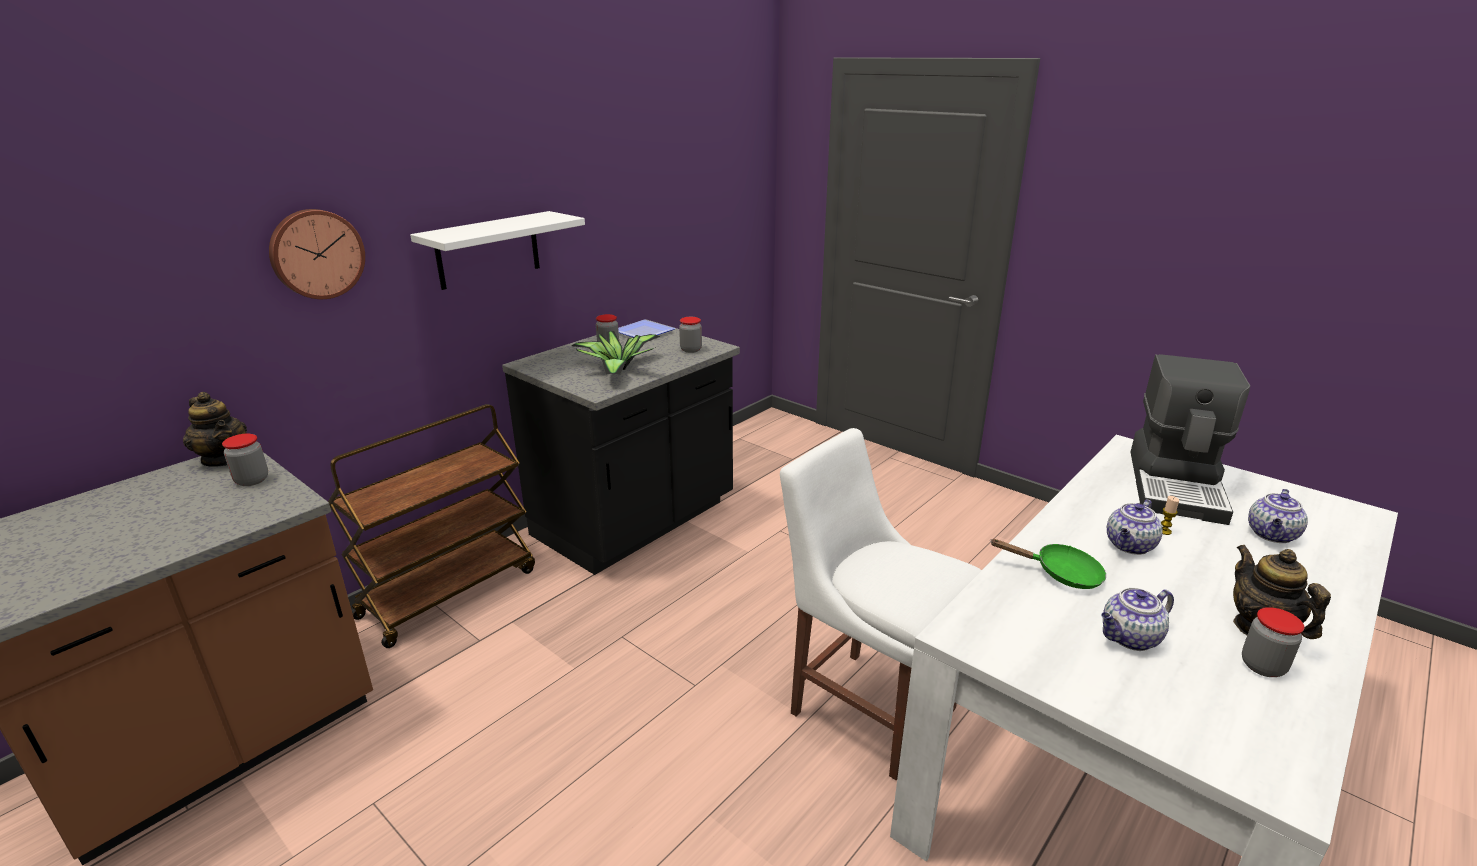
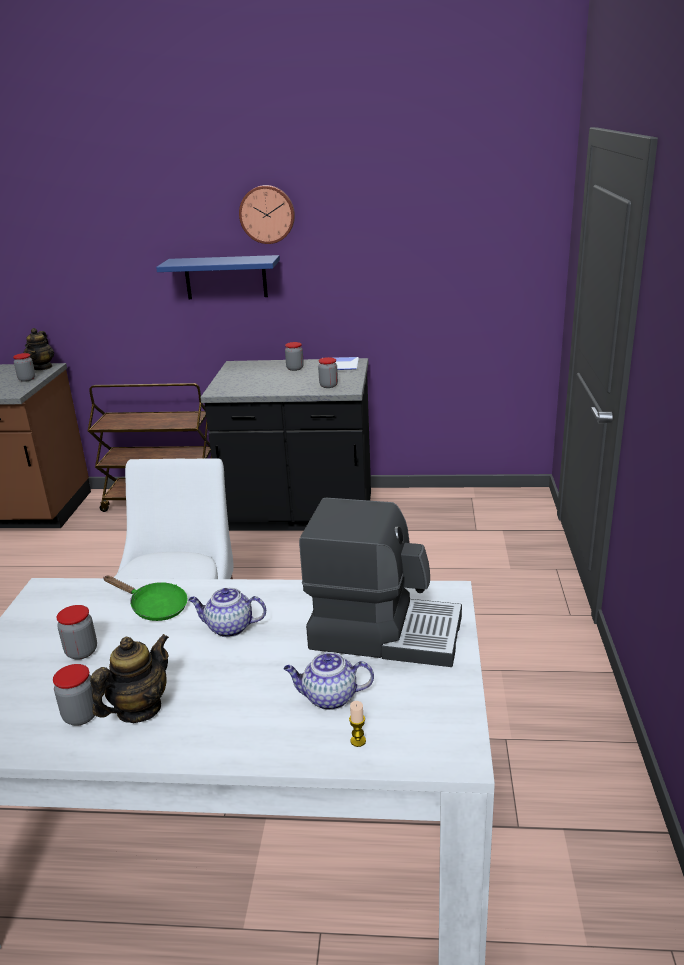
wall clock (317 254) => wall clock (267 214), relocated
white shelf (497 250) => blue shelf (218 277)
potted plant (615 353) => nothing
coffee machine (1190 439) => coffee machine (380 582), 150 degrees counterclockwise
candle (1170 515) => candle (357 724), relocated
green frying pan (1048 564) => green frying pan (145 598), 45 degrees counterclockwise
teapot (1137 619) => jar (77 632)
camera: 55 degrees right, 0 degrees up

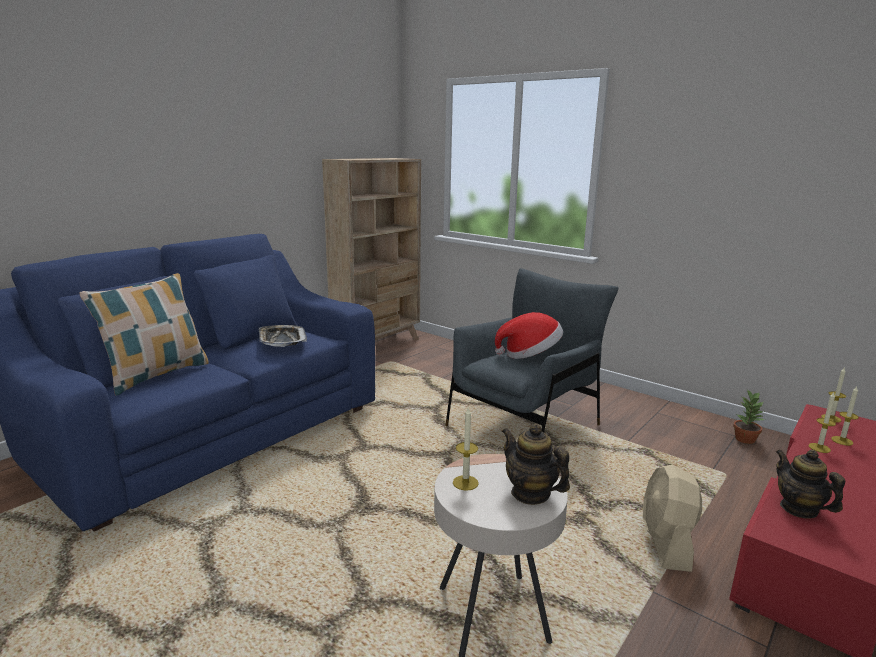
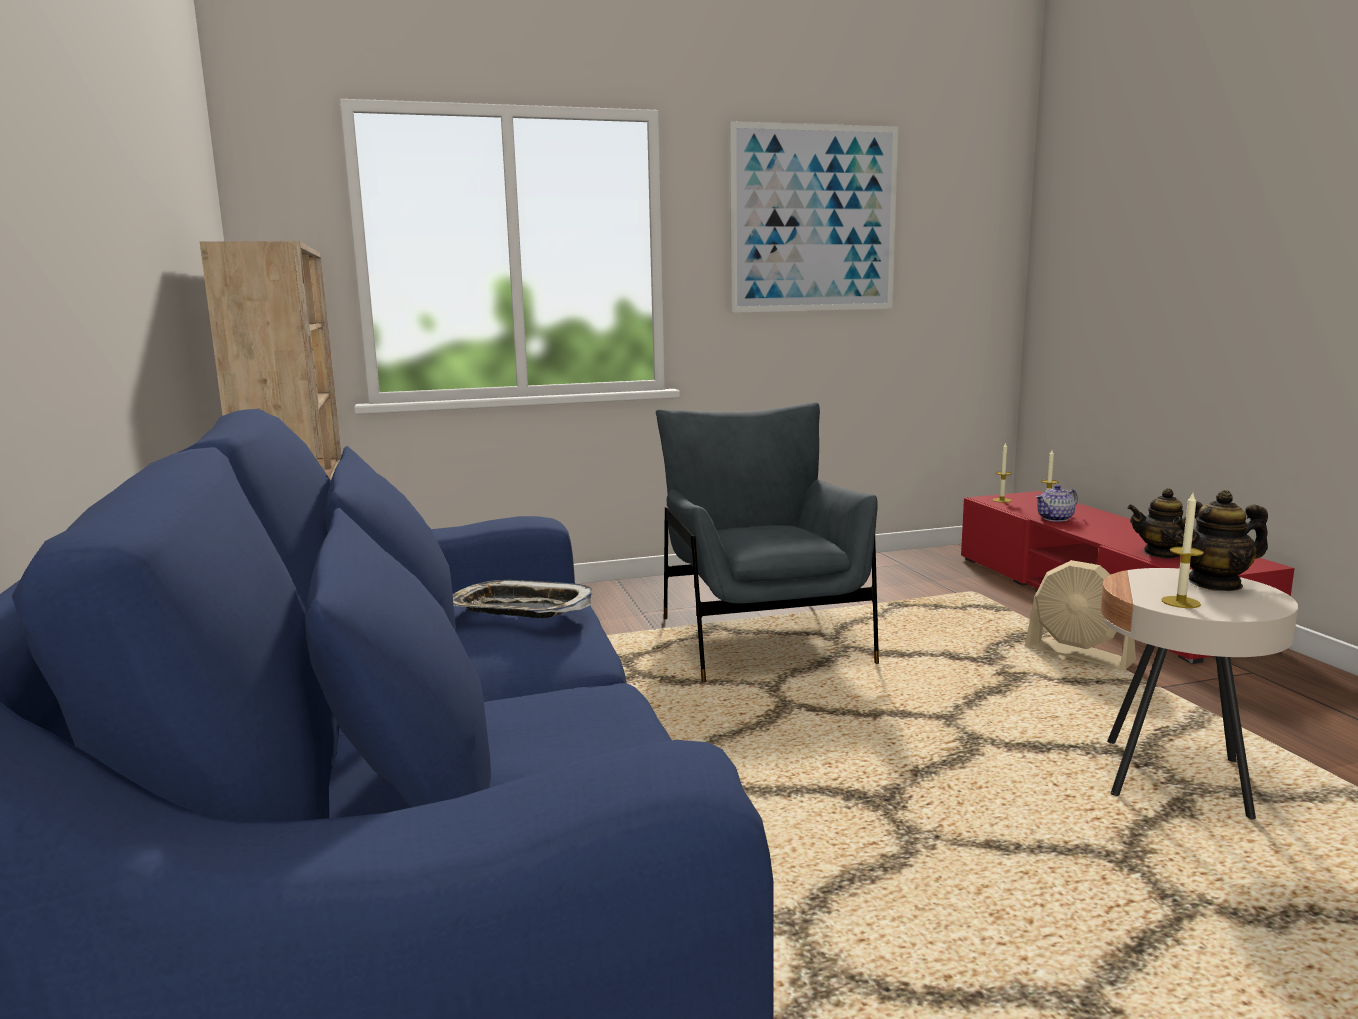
pillow (144 334) => nothing
hat (529 335) => nothing
potted plant (749 417) => nothing
candle (822 422) => teapot (1056 503)
nothing => picture (814 217)
camera: 55 degrees left, 5 degrees down

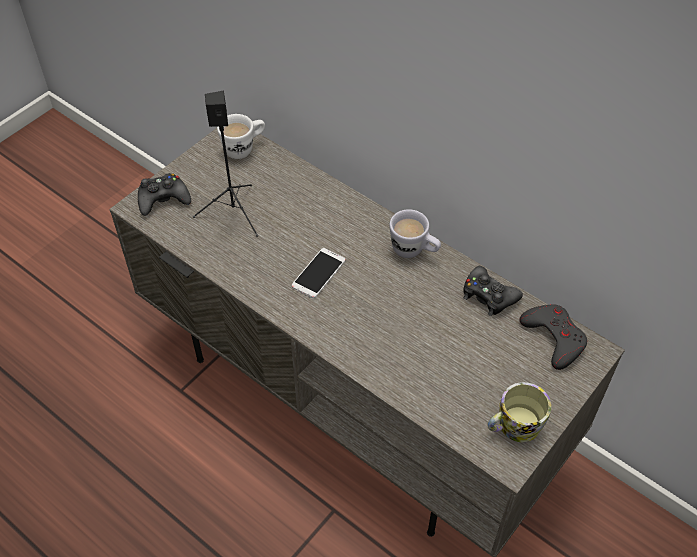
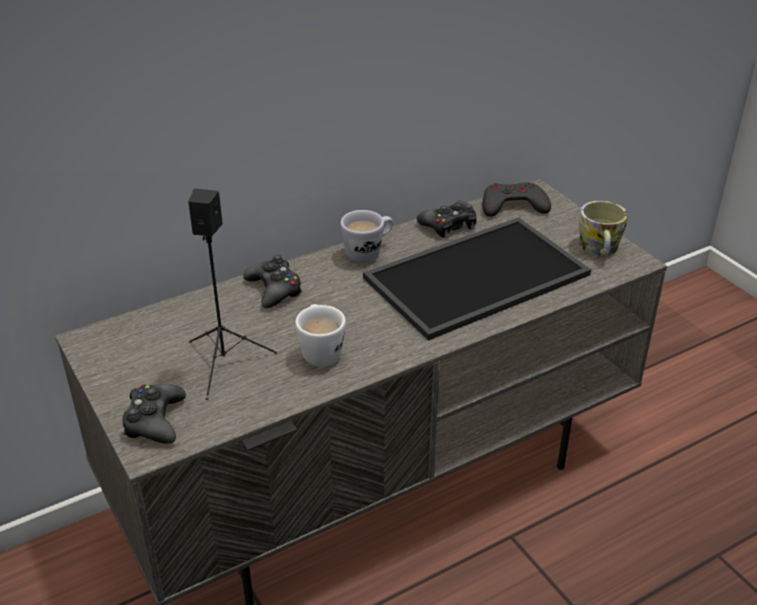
white mug (241 136) => white mug (320 335), relocated
phone (318 273) => nothing
nothing => tray (477 279)
nothing => black game controller (272 281)
camera: 70 degrees left, 15 degrees down

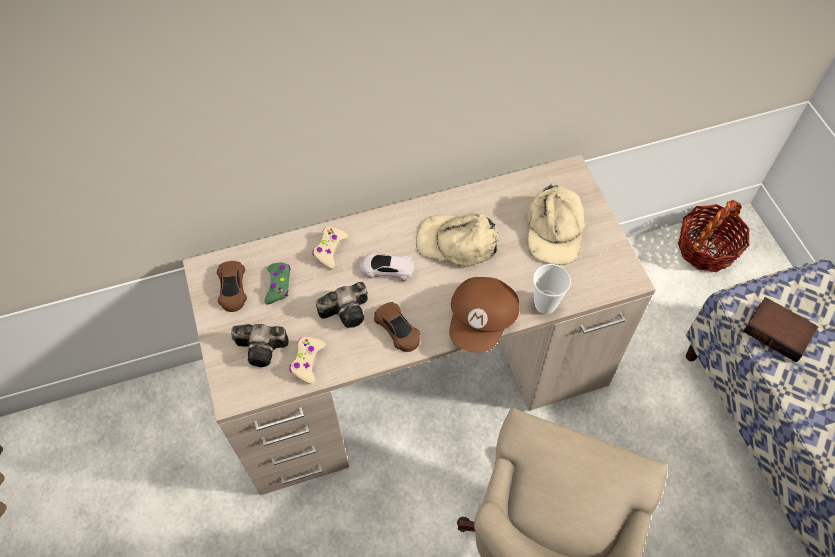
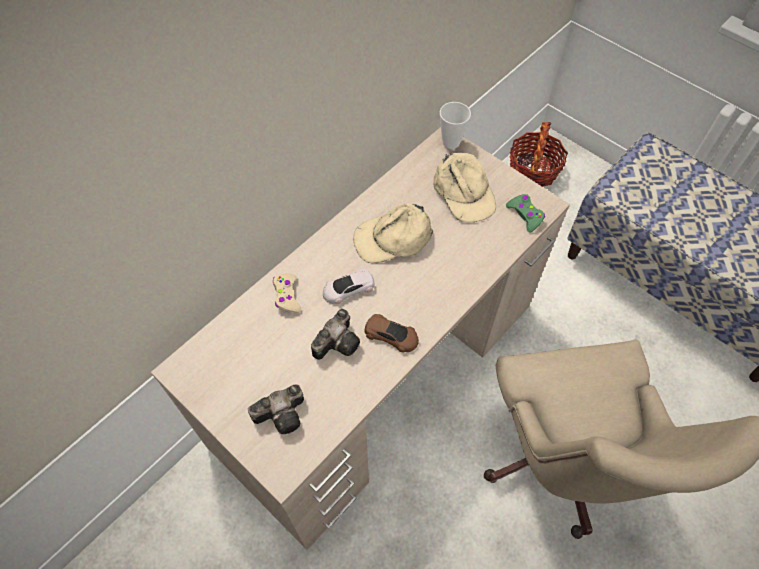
brown toy car (232 286) => nothing
green game controller (277 284) => green game controller (525 213), relocated
cup (552 289) => cup (455 125), relocated
brown cap (484 315) => nothing
book (780 329) => nothing
beige game controller (307 360) => nothing
camera: 30 degrees left, 0 degrees up

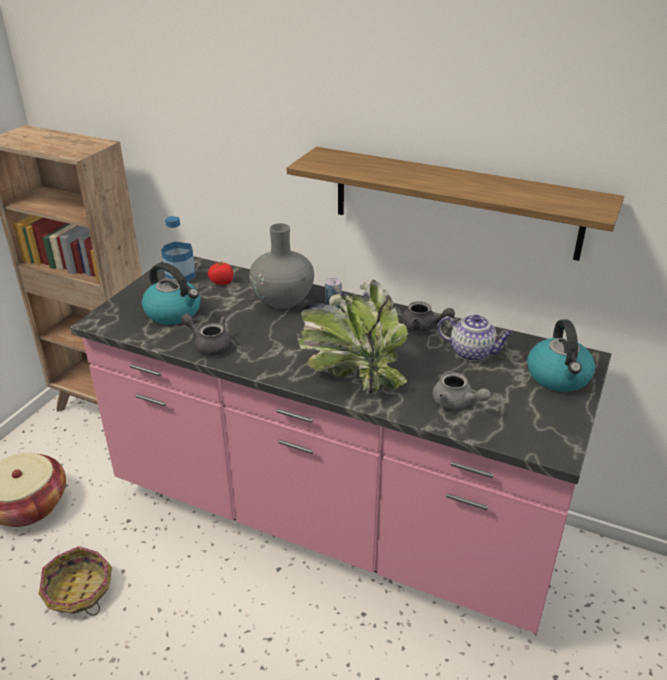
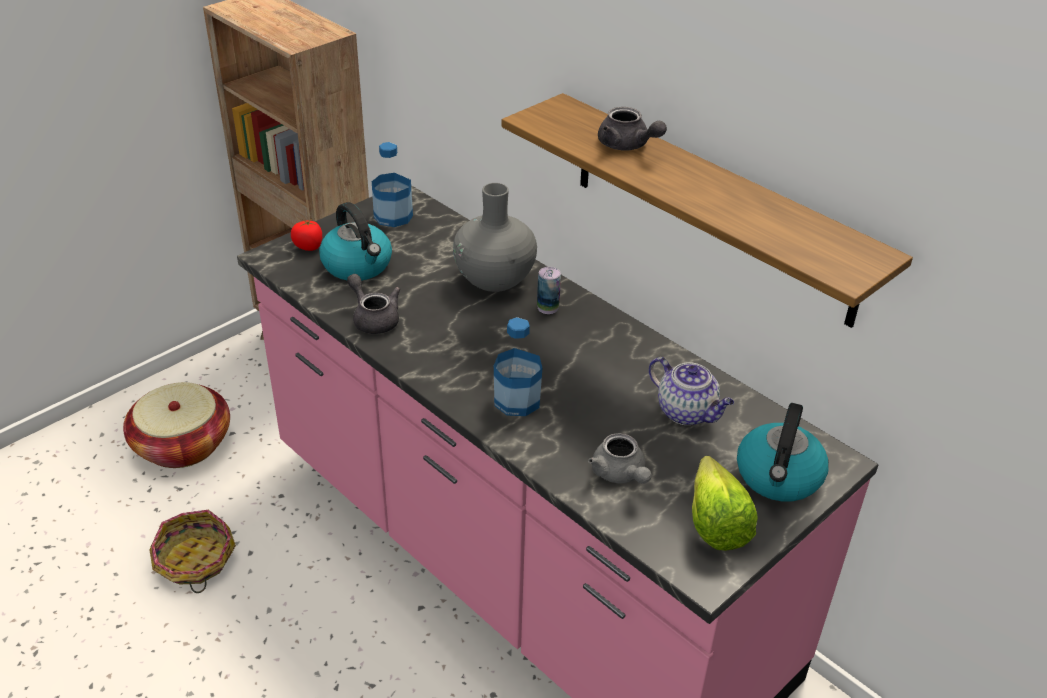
tomato (220 273) => tomato (306 235), relocated
potted plant (353 336) => bottle (518 366)
grey teapot (428 316) => grey teapot (632 129), relocated
nothing => lettuce (725 503)
camera: 20 degrees right, 5 degrees up

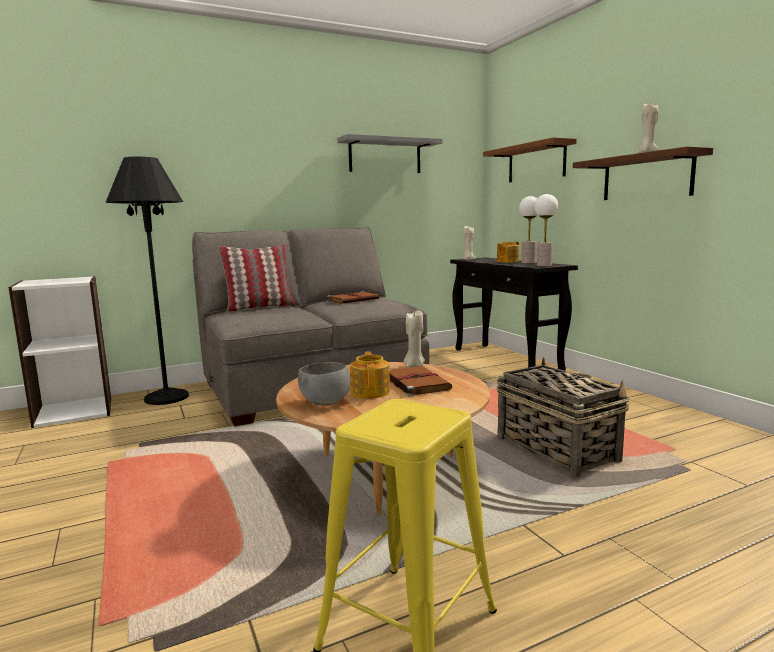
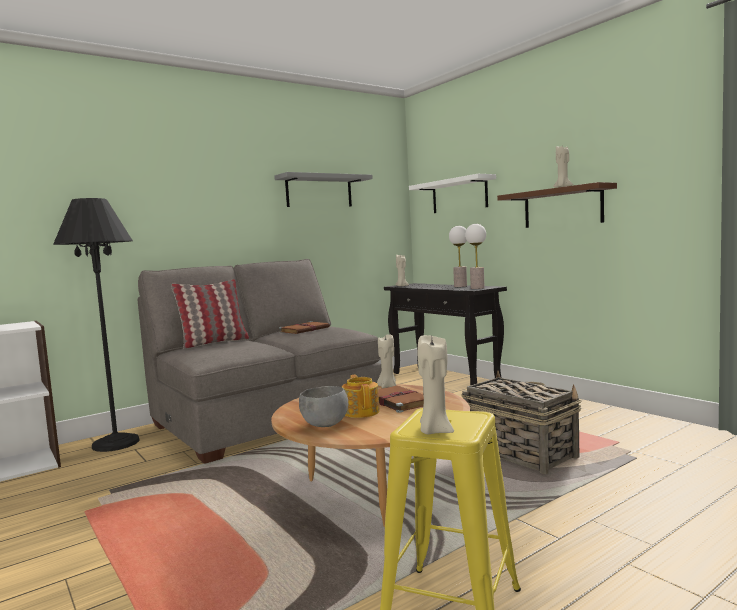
brown shelf (530 159) => white shelf (452 193)
teapot (508 252) => nothing
nothing => beige candle (436 384)
camera: 10 degrees left, 5 degrees down

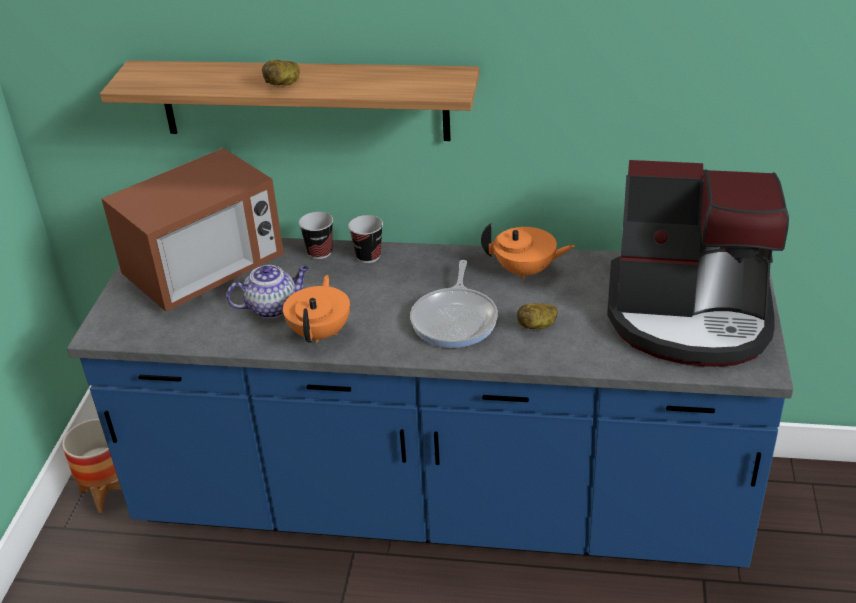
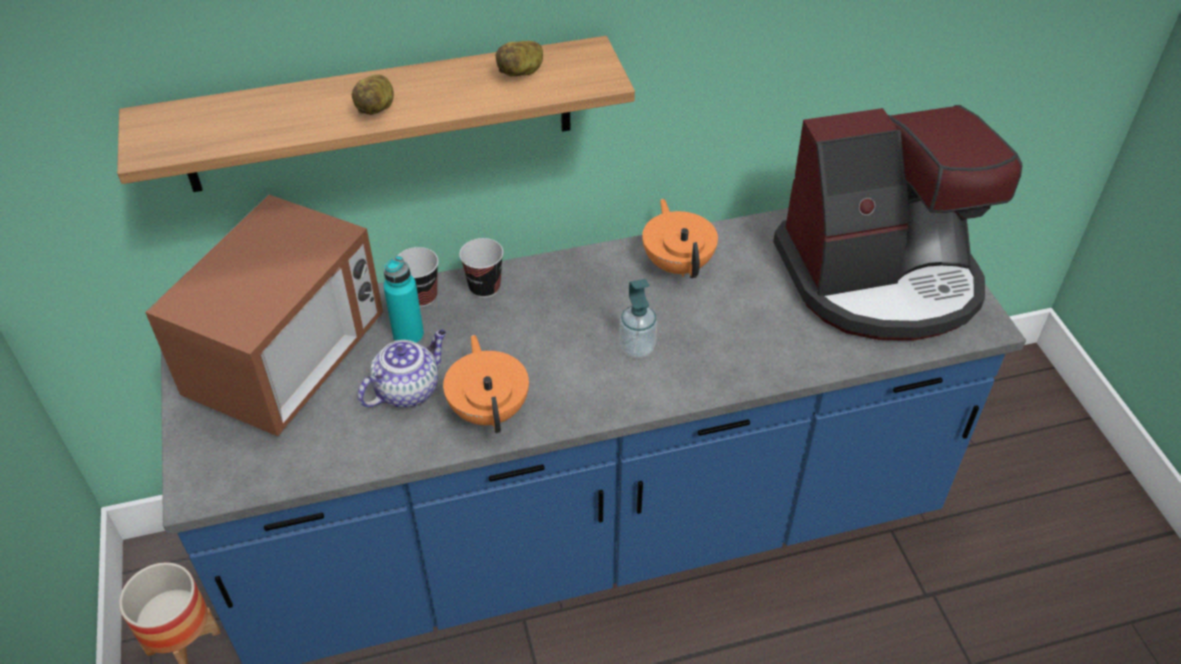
orange teapot (528 252) => orange teapot (680 238), 90 degrees counterclockwise
frying pan (454 304) => soap dispenser (638 318)
potato (537 316) => potato (519 58), relocated
nothing => turquoise bottle (403 300)
camera: 25 degrees left, 10 degrees up

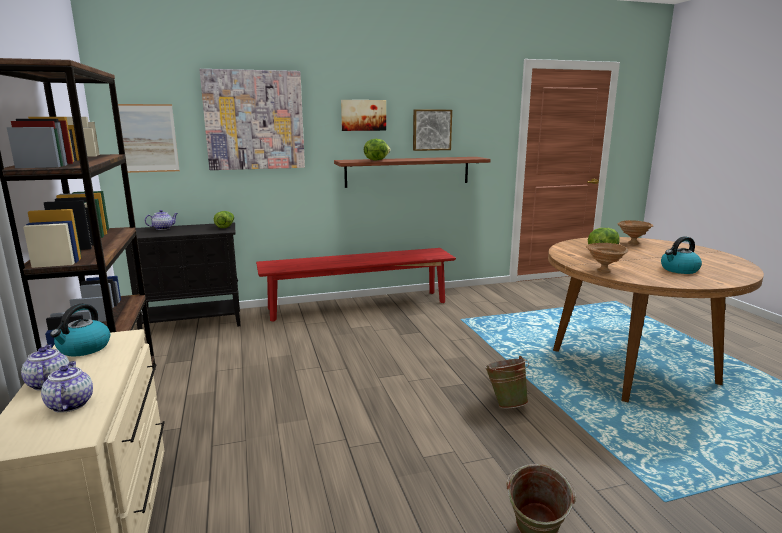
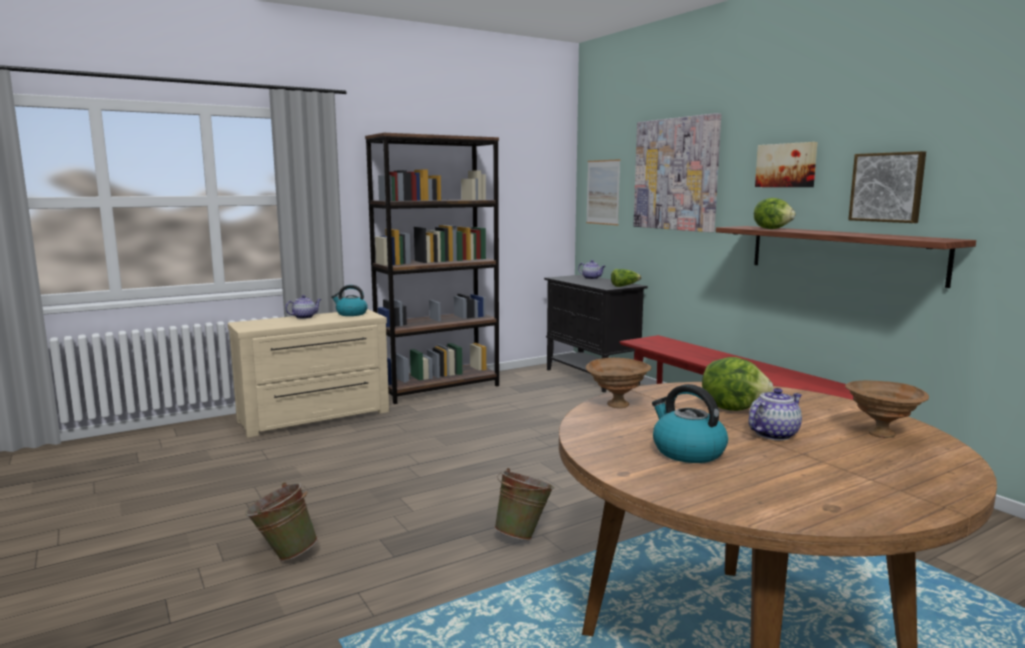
teapot (67 387) => teapot (775 414), relocated
camera: 75 degrees right, 5 degrees down

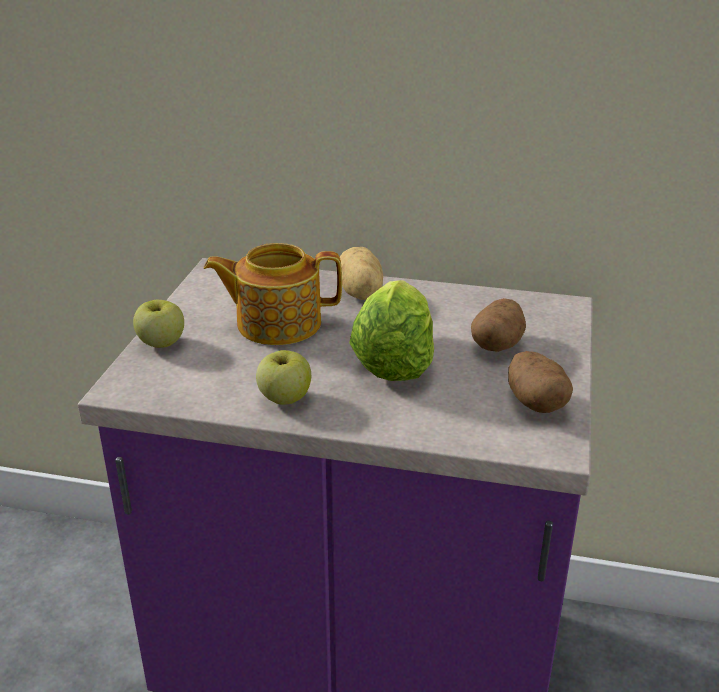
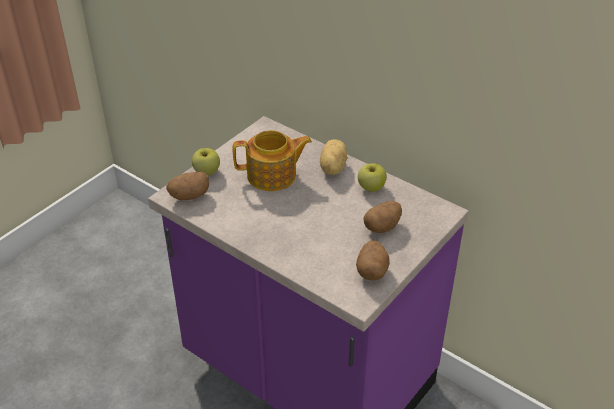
teapot (272 294) => teapot (272 160), 150 degrees clockwise
lettuce (391 330) => nothing
apple (283 377) => apple (372 177), relocated
nothing => potato (187 186)
camera: 25 degrees right, 10 degrees up

